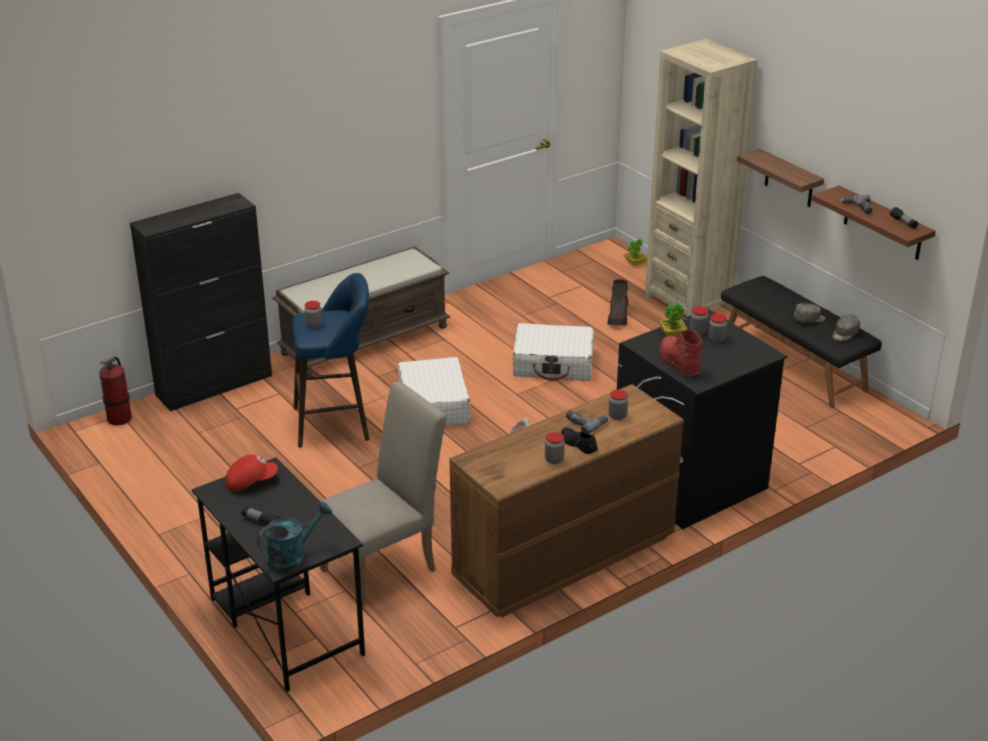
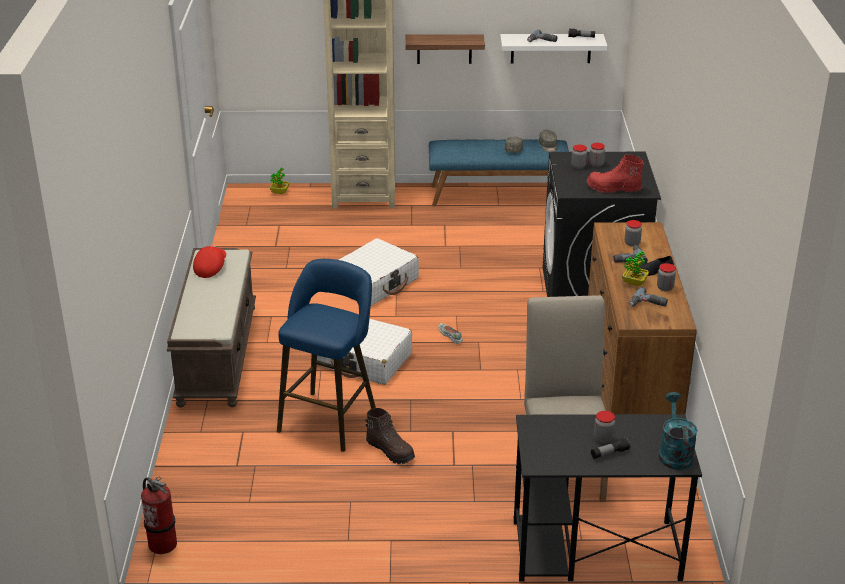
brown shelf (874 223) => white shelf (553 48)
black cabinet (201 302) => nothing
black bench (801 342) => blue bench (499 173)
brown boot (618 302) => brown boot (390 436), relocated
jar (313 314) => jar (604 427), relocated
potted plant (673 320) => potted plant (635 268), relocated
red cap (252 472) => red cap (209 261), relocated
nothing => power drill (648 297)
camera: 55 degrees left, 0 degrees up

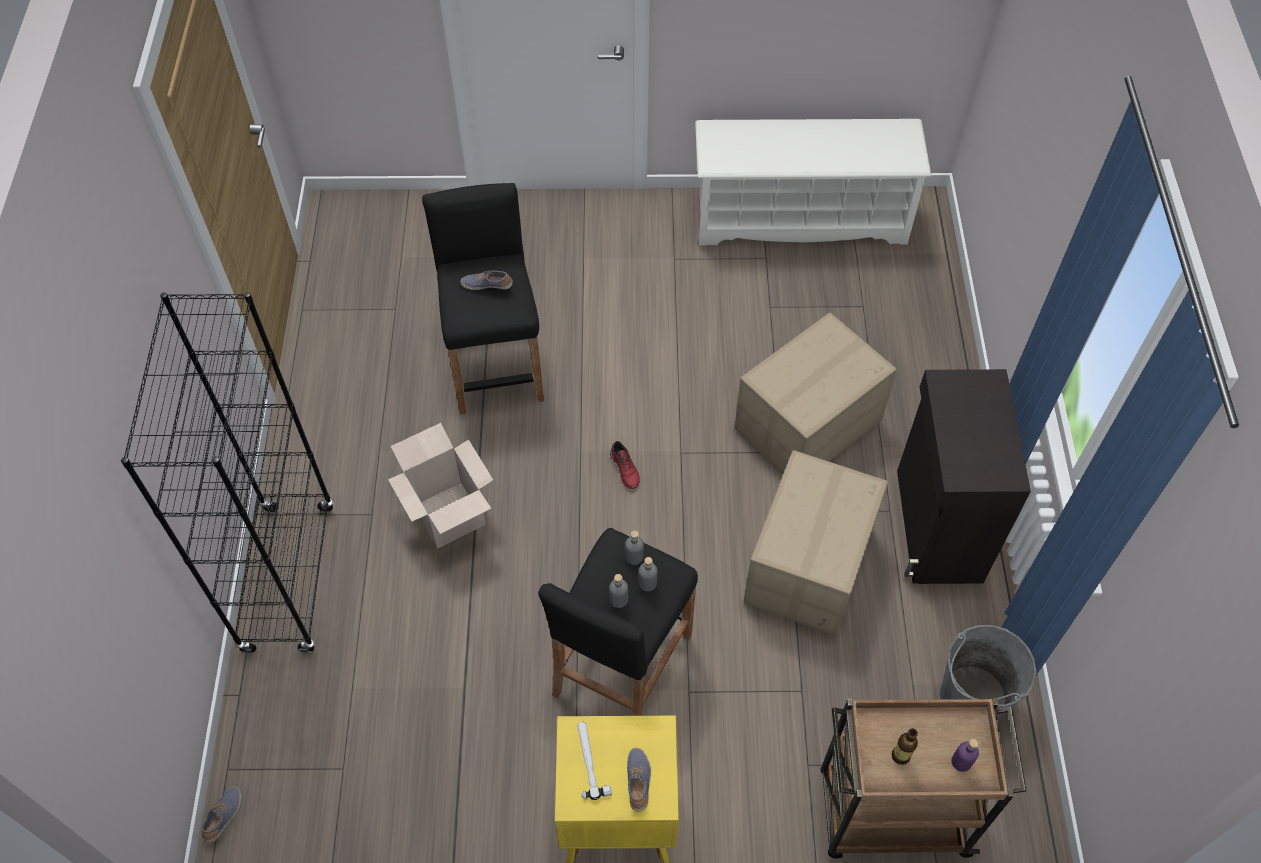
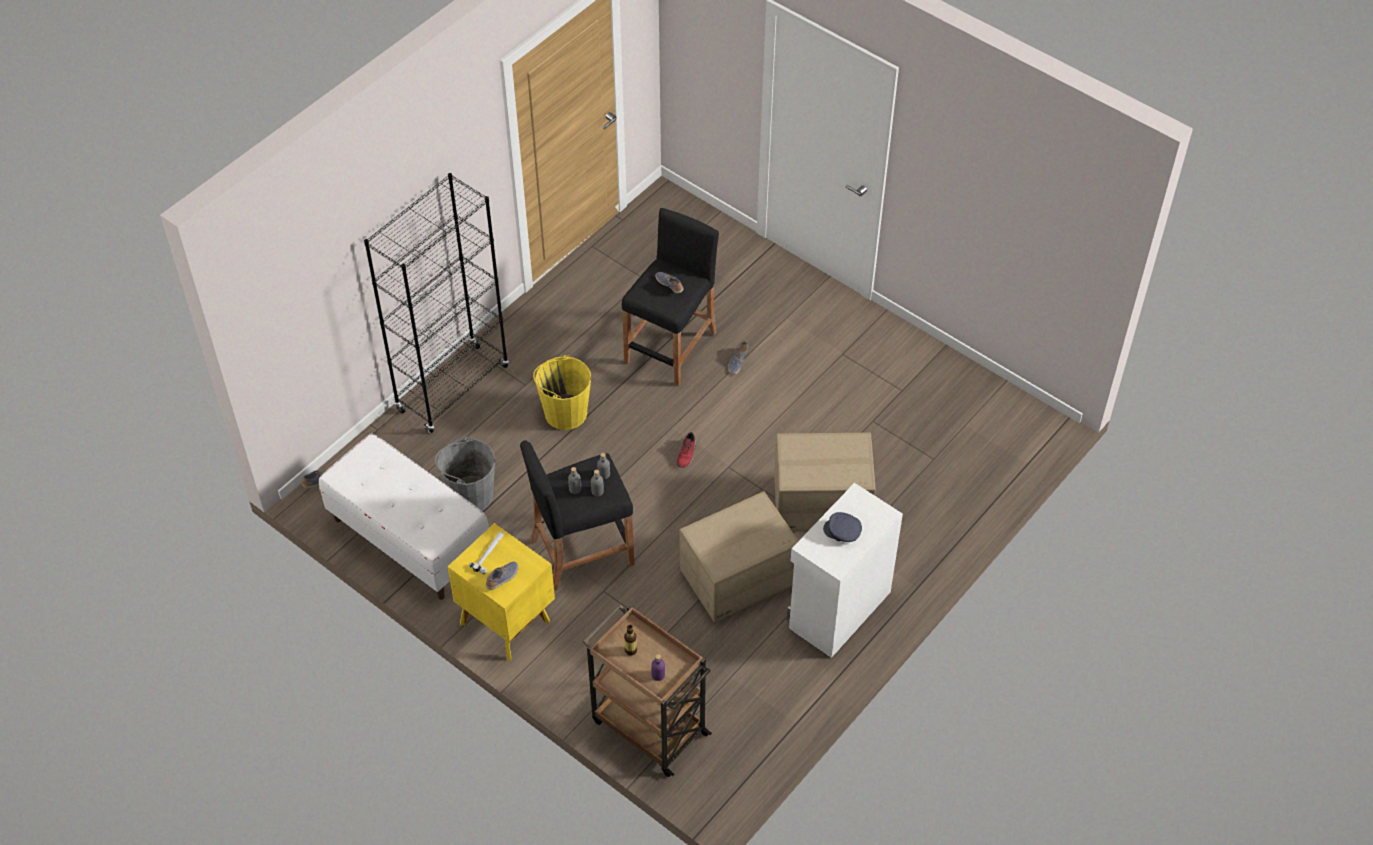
white shoe rack (813 182) => nothing
black cabinet (964 476) => white cabinet (845 570)
cardboard box (440 485) => yellow bucket (562 392)
grey bucket (988 672) => grey bucket (465 474), relocated
nothing => shoe (738 358)
nothing => white bench (404 516)
nothing => grey cap (842 527)
camera: 40 degrees right, 5 degrees down

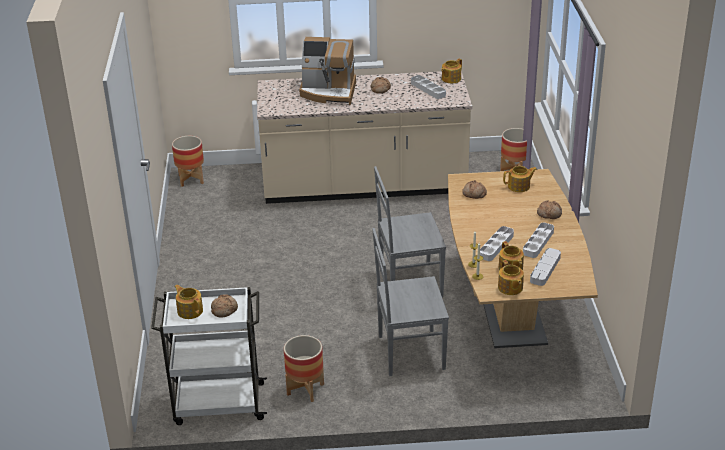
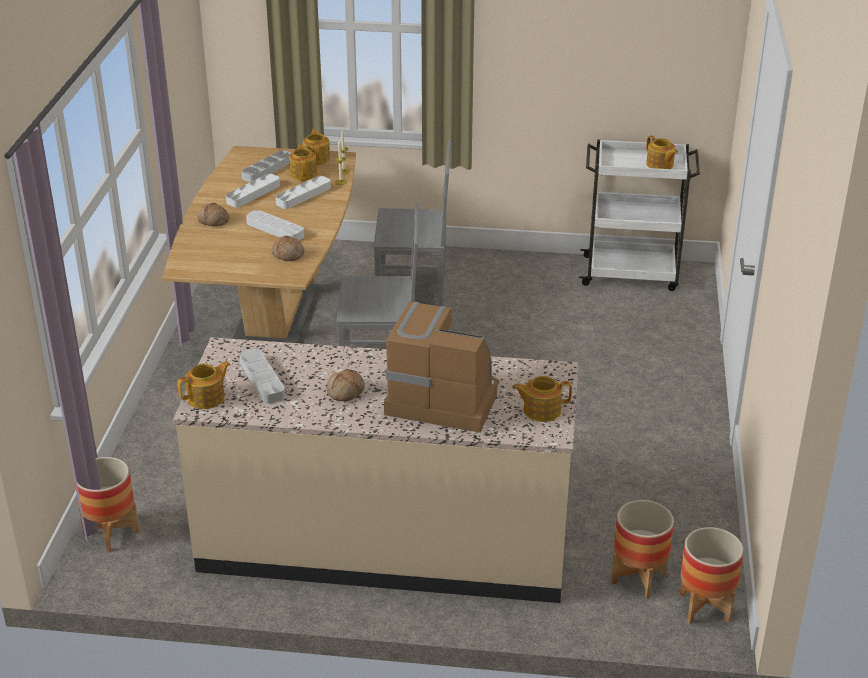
teapot (520 179) => teapot (542 399), relocated
bread (224 306) => nothing
planter (304 368) => planter (642 549), relocated
nothing => white tray (275 225)
camera: 170 degrees left, 0 degrees up

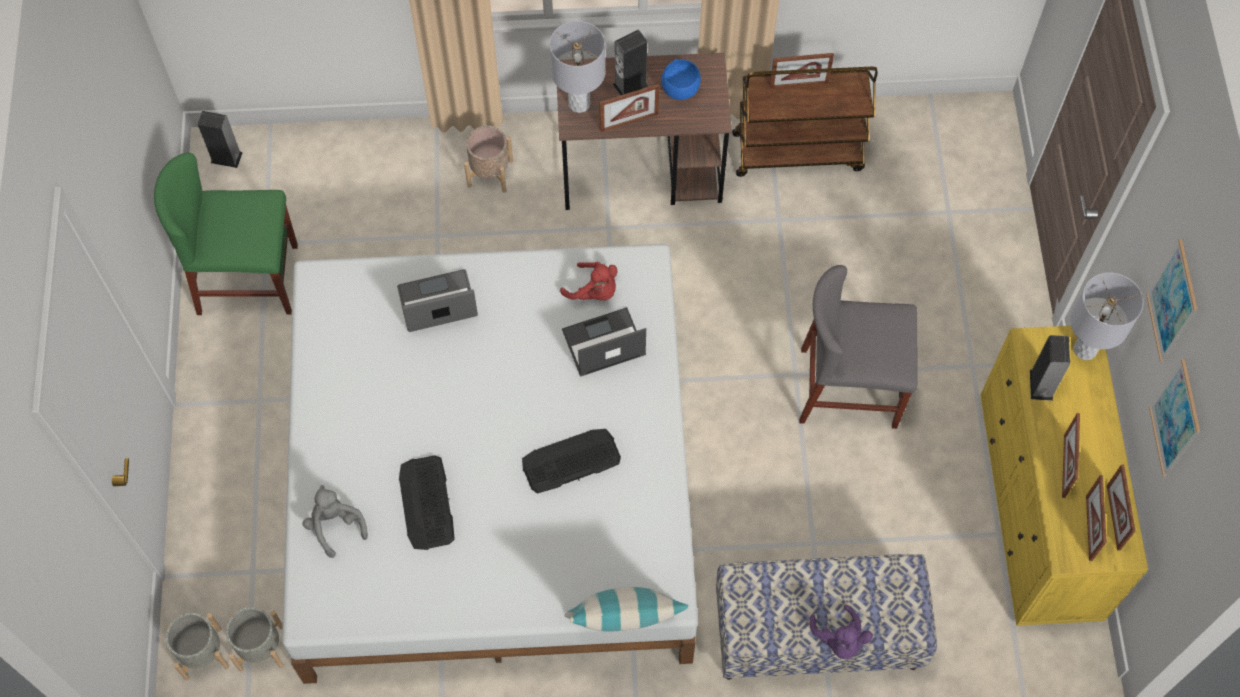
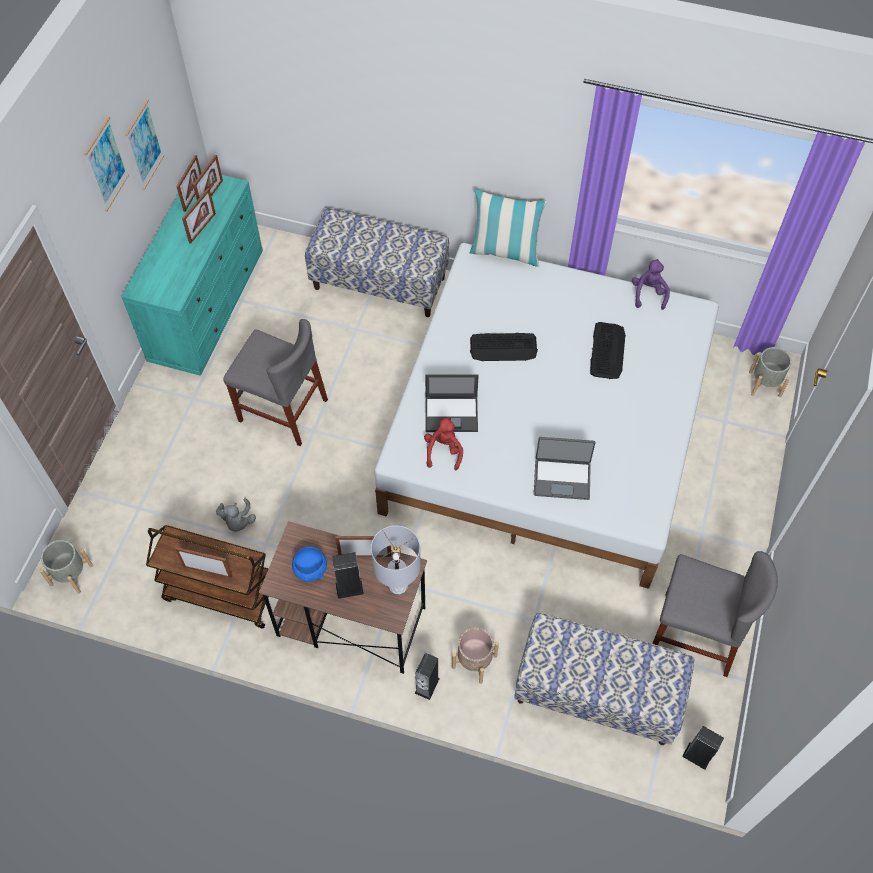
green chair (226 234) => grey chair (715 614)
red plush toy (588 281) => red plush toy (443 443), 45 degrees clockwise
grey table lamp (1107 316) => nothing
yellow dresser (1064 476) => turquoise dresser (192 273)
speaker (1050 368) => speaker (427 676), relocated
grey plush toy (335 521) => grey plush toy (236 515), relocated
purple plush toy (841 631) => purple plush toy (651 284), relocated
grey planter (255 639) => grey planter (66 567), relocated
nothing => bench (604 679)
camera: 160 degrees left, 5 degrees down

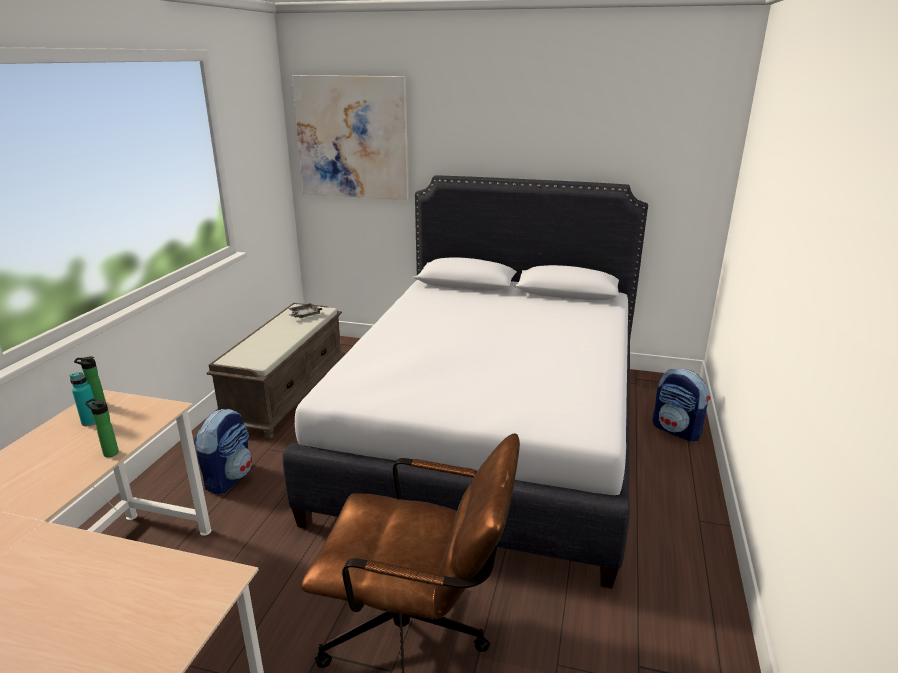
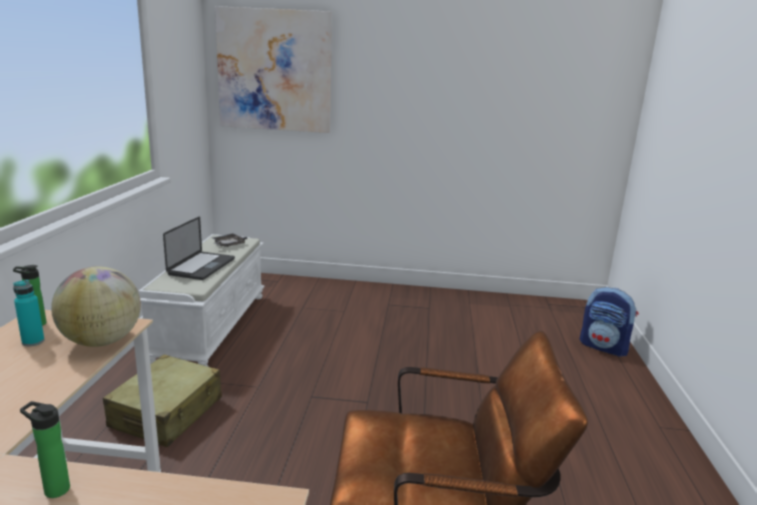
white bed (465 382) => nothing
brown bench (275 371) => white bench (201 300)
bottle (102 427) => bottle (45 449), relocated
backpack (223 452) => beige suitcase (162 401)
nothing => laptop (199 248)
nothing => globe (96 306)
camera: 10 degrees left, 5 degrees down

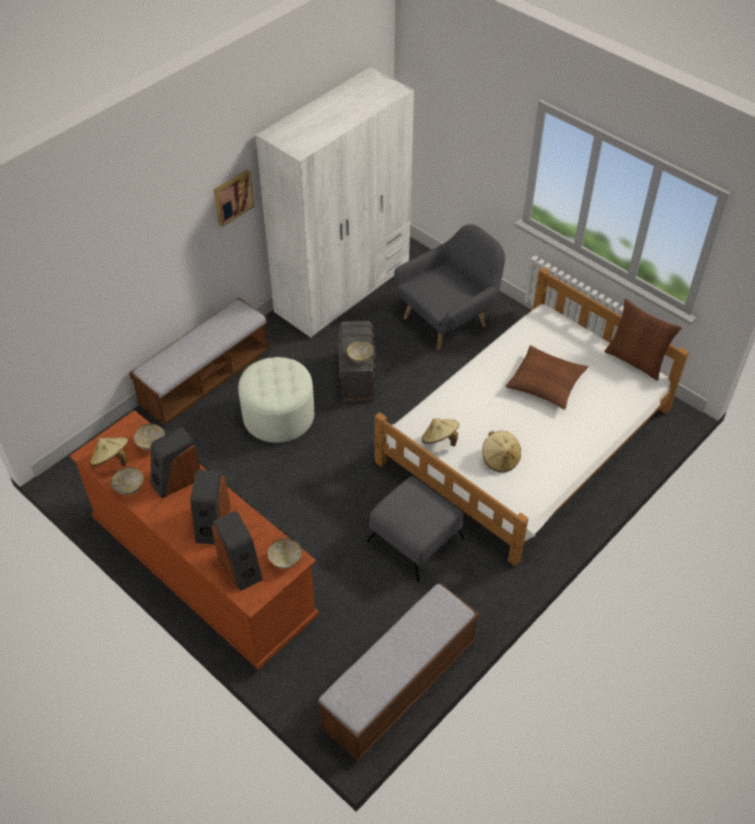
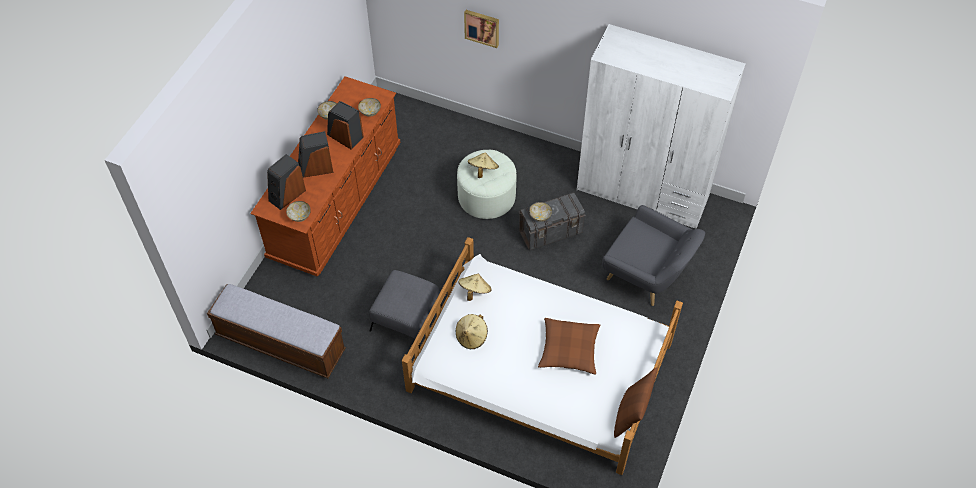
picture (234 198) => picture (481 29), relocated
bench (199 361) => nothing
beige hat (109 451) => beige hat (483 165), relocated
camera: 70 degrees right, 5 degrees up

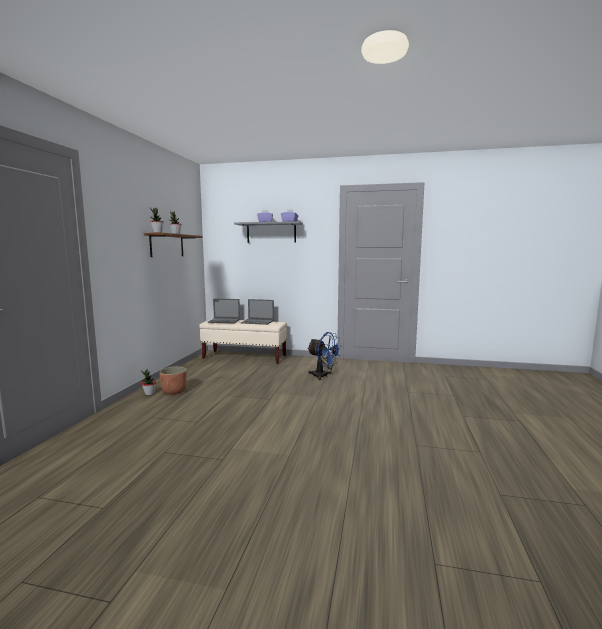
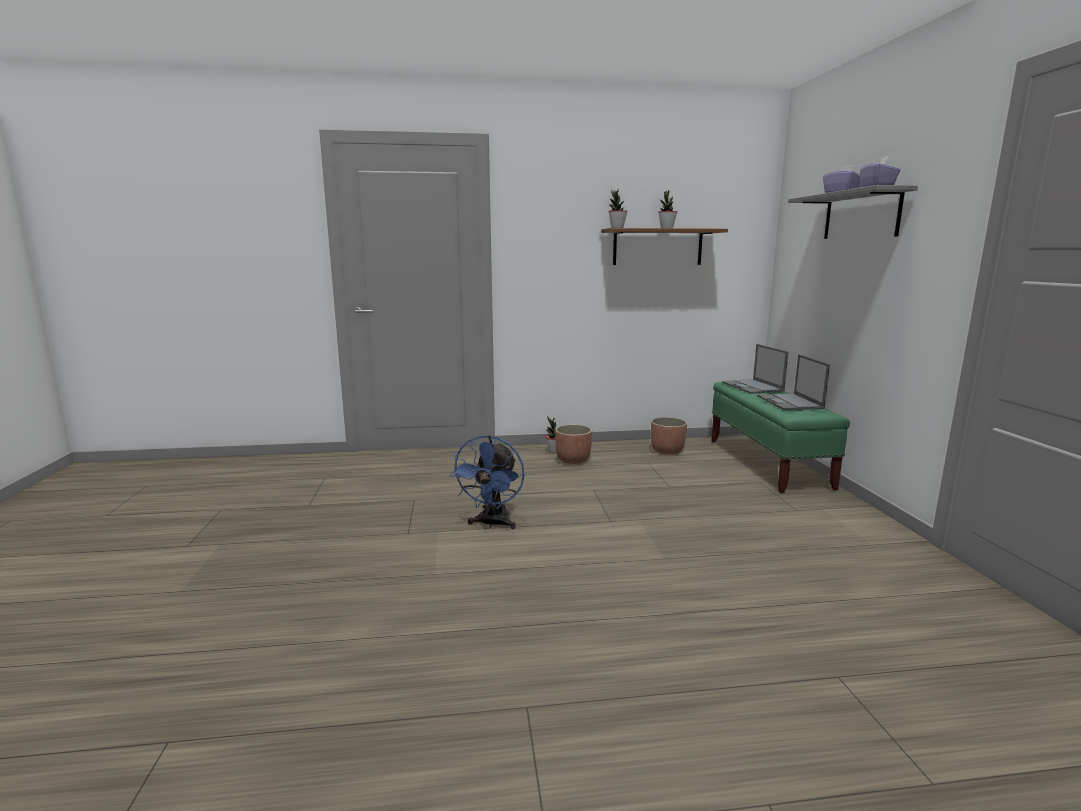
beige bench (243 341) => green bench (780 437)
blue fan (324 356) => blue fan (487 482), relocated
nothing => planter (669 436)
camera: 70 degrees right, 5 degrees up

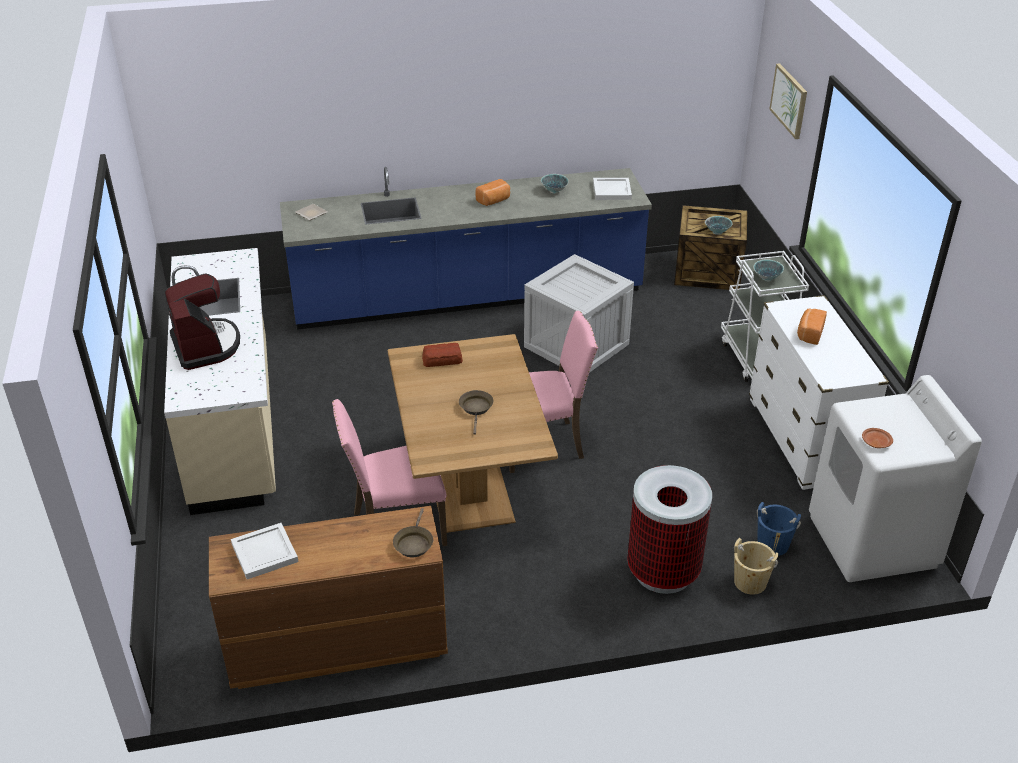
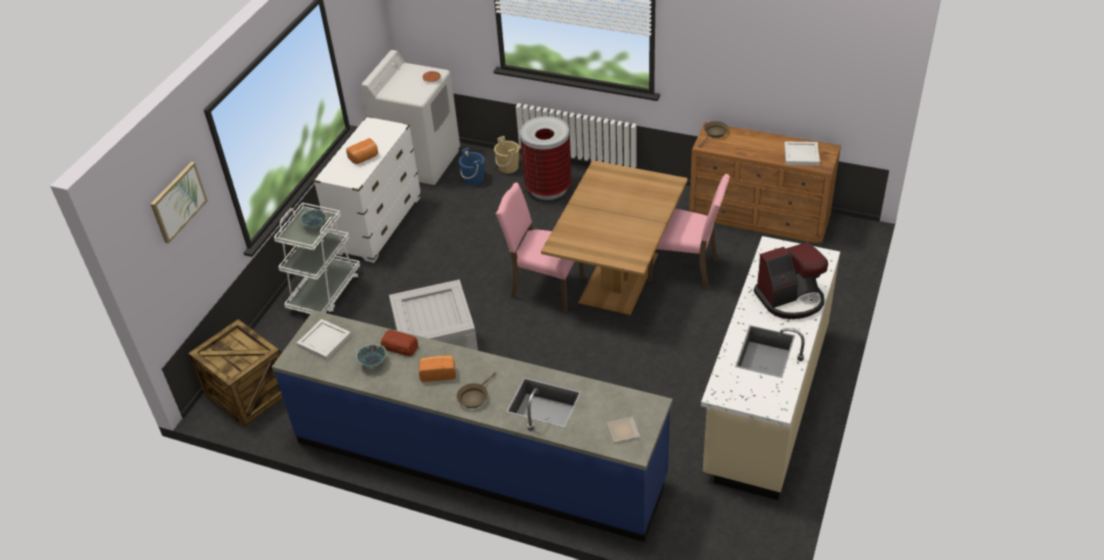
bowl (719 225) => nothing
coffee machine (202 321) => coffee machine (791 280), 120 degrees counterclockwise
bread (442 355) => bread (399 343), relocated
brown frying pan (476 412) => brown frying pan (476 390), relocated
camera: 145 degrees left, 5 degrees up

